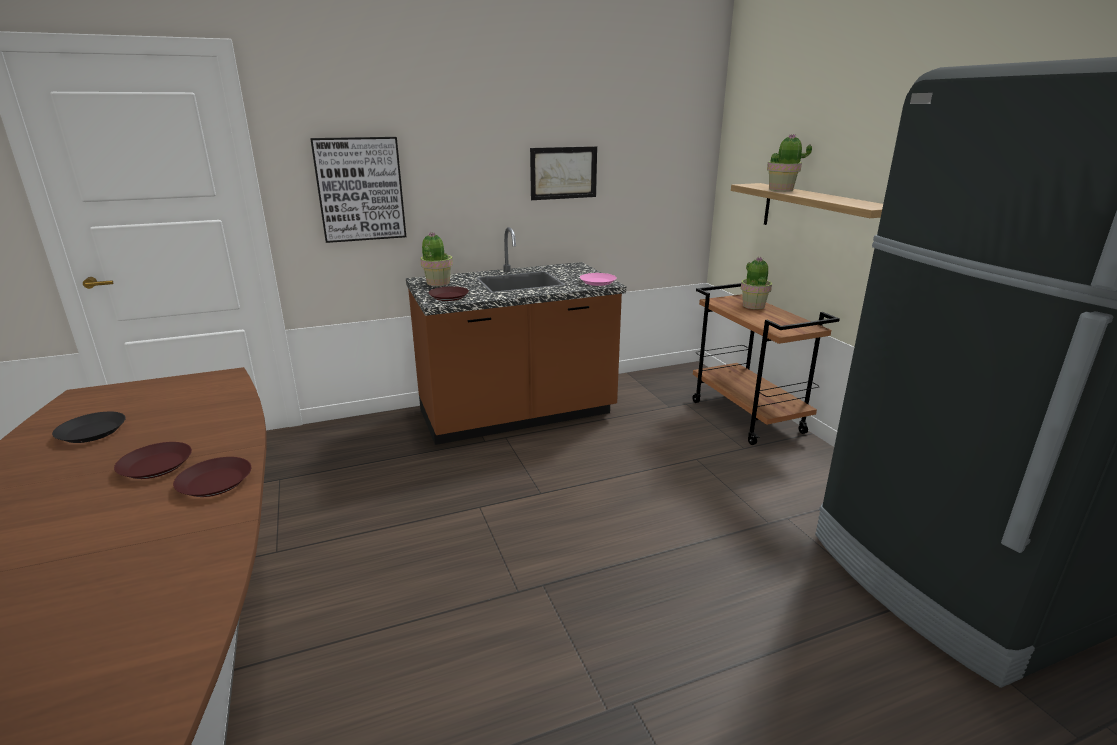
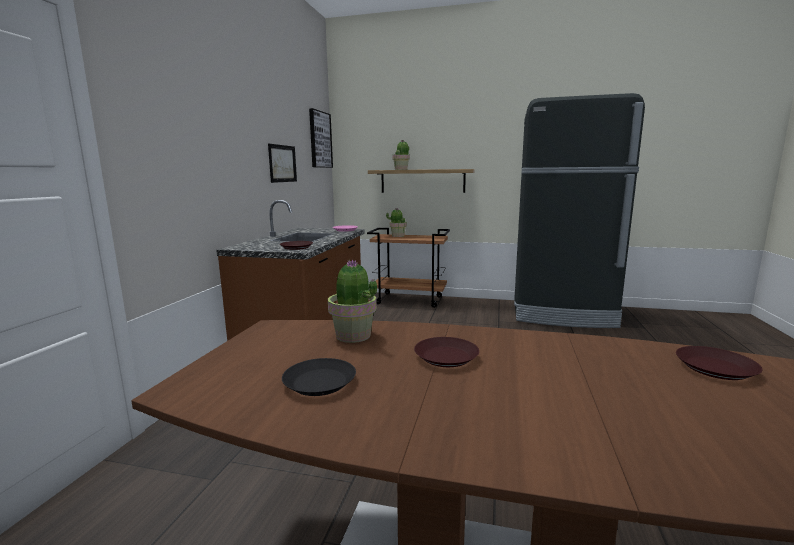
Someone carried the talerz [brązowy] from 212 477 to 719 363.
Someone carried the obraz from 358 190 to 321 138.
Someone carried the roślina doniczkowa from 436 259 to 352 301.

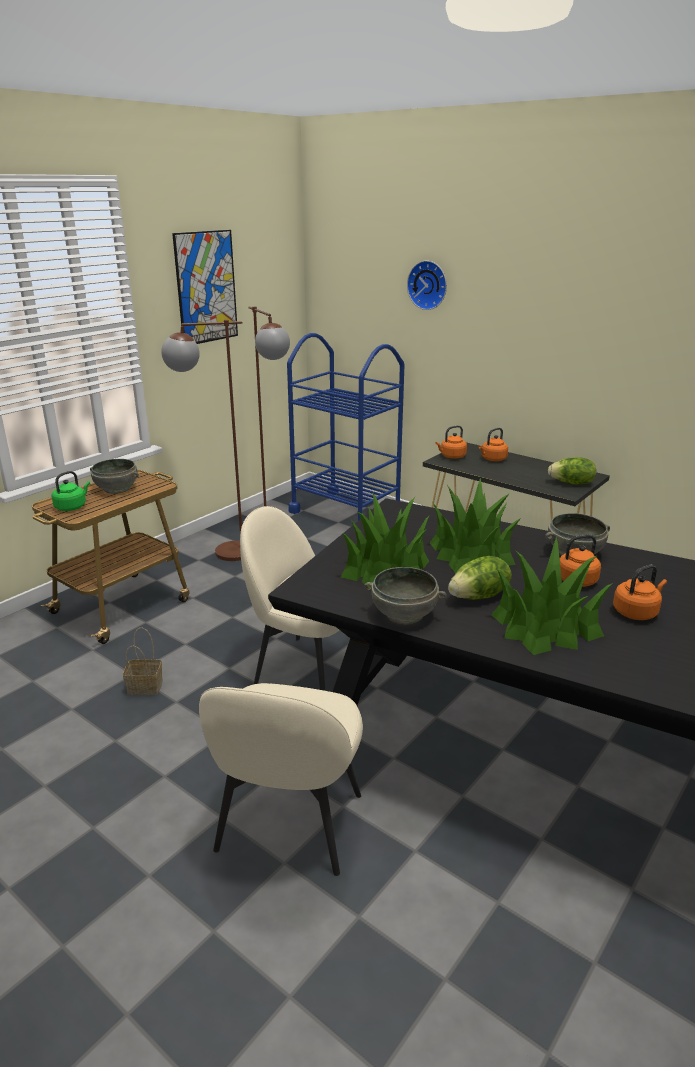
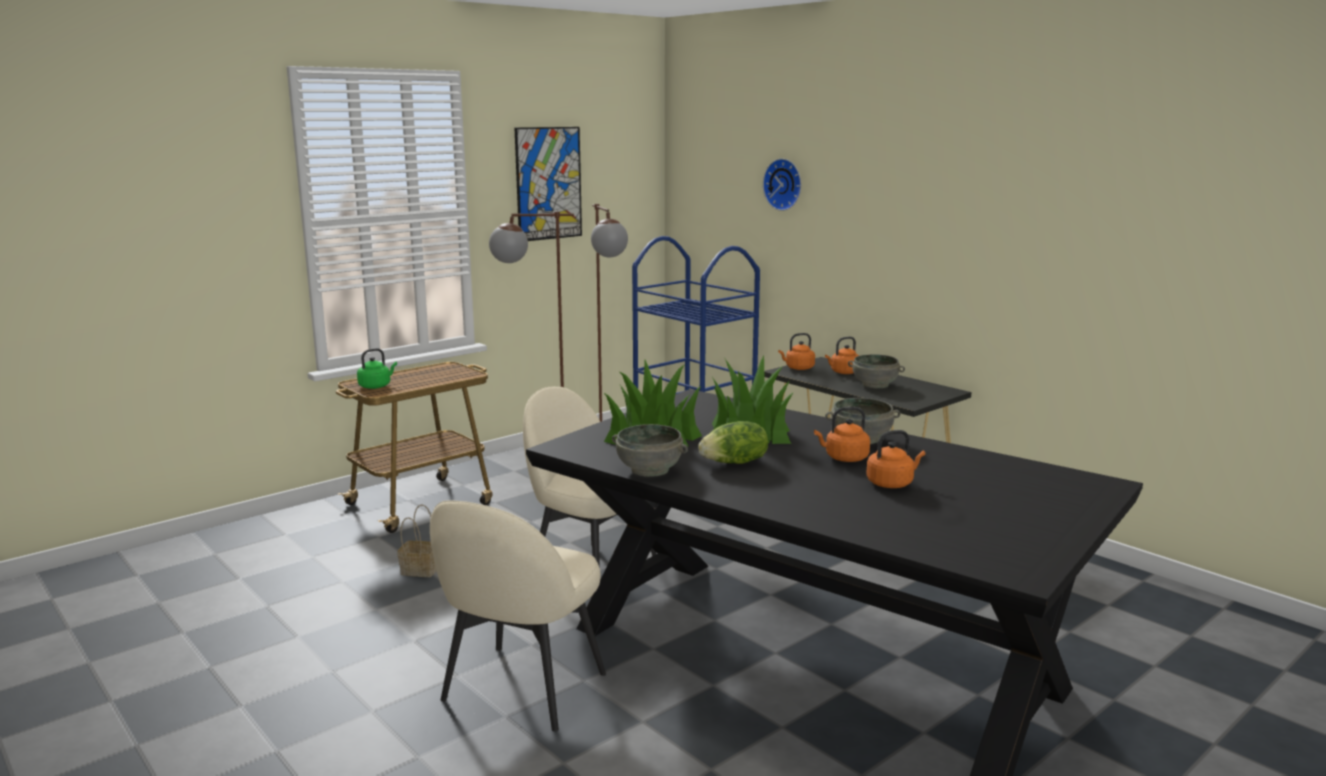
Someone took away the roślina doniczkowa at 552 595.
Someone took away the sałata at 572 471.
Someone carried the miska [szary] from 114 476 to 876 371.

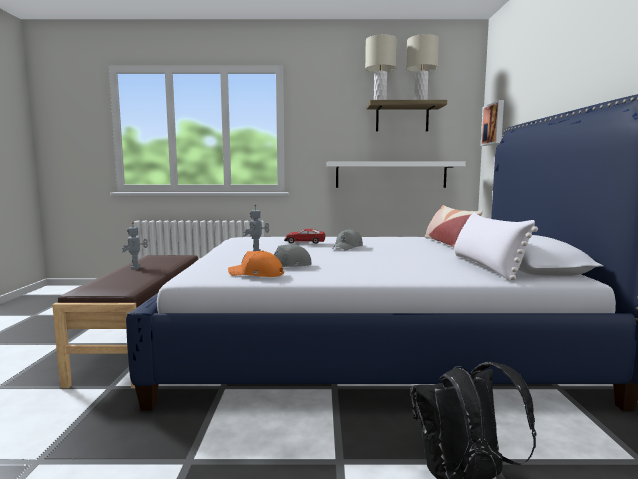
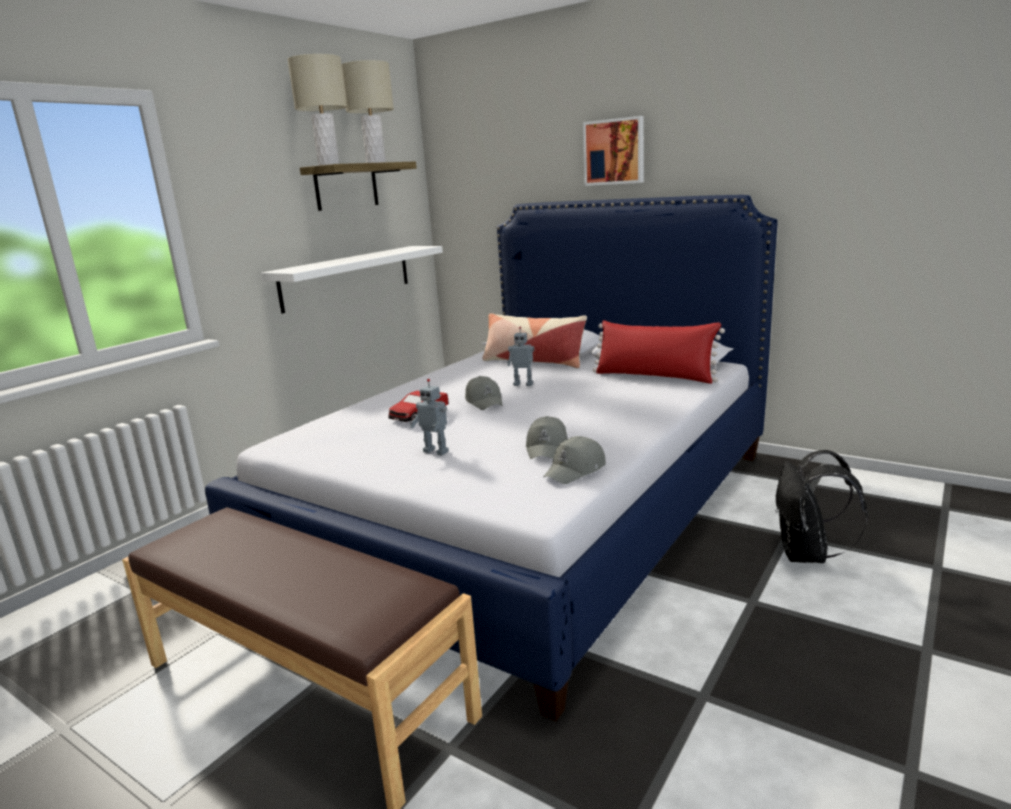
Someone carried the robot zabawkowy from 135 245 to 520 356.
Someone carried the obraz from 492 123 to 613 151.
Someone repainted the czapka z daszkiem [pomarańczowy] at 256 263, which became the czapka z daszkiem [szary] at 574 460.
Someone repainted the poduszka [biały] at 496 246, which became the poduszka [czerwony] at 658 352.

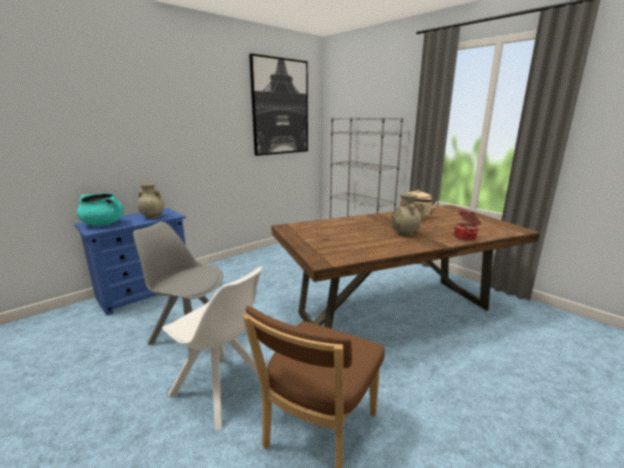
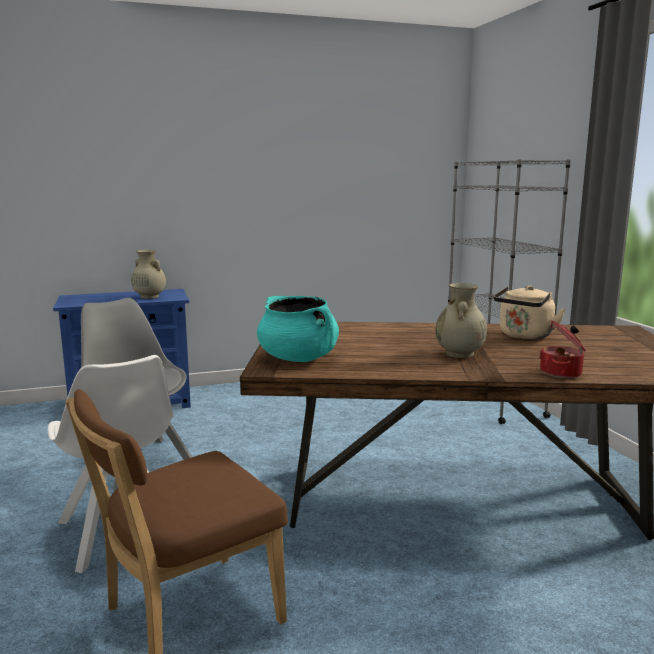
Someone took away the obraz at 278 105.
Someone carried the garnek [turkusowy] from 100 209 to 298 329.

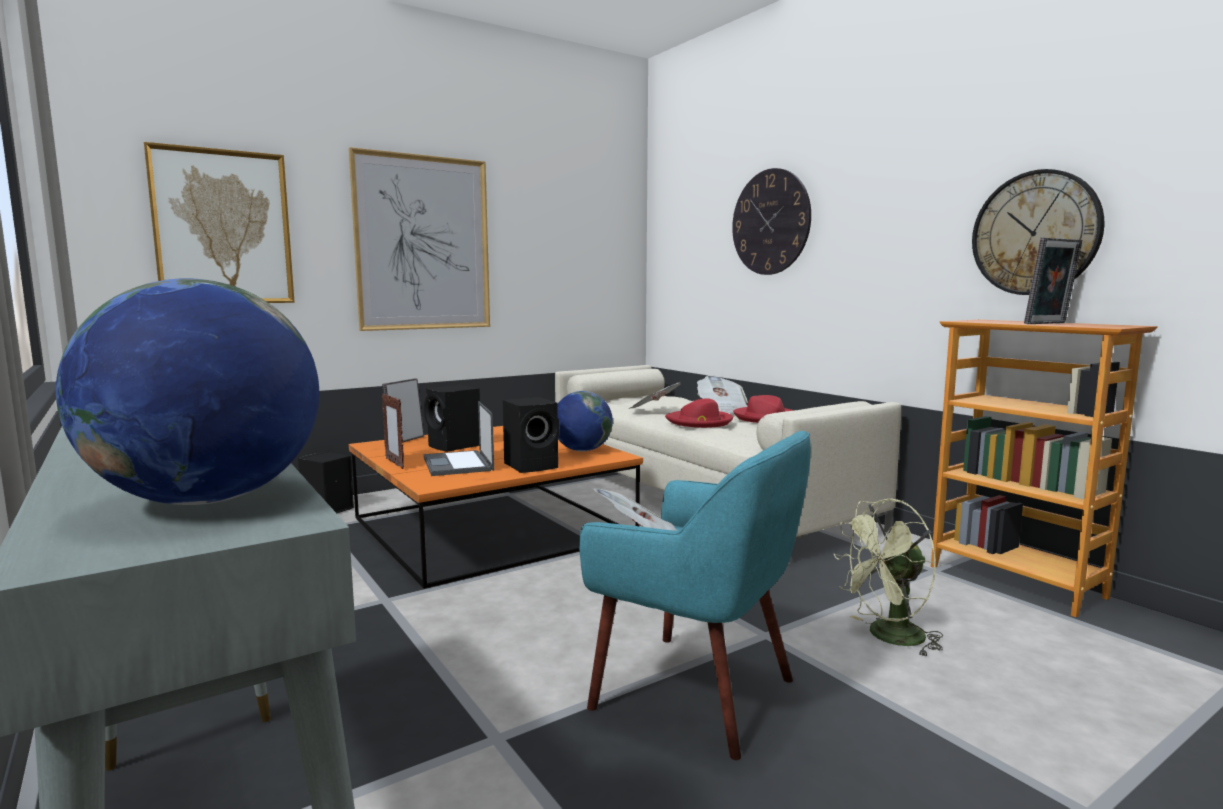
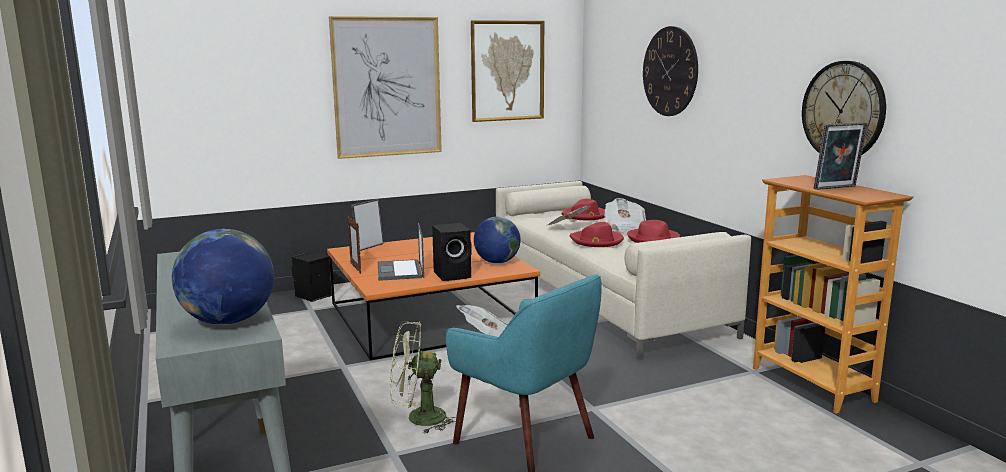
Someone took away the głośnik [czarny] at 452 418.
Someone put down the kapelusz [czerwony] at 583 209.
Someone carried the obraz from 219 222 to 507 71.
Someone carried the wentylator [zielony] from 888 578 to 423 377.

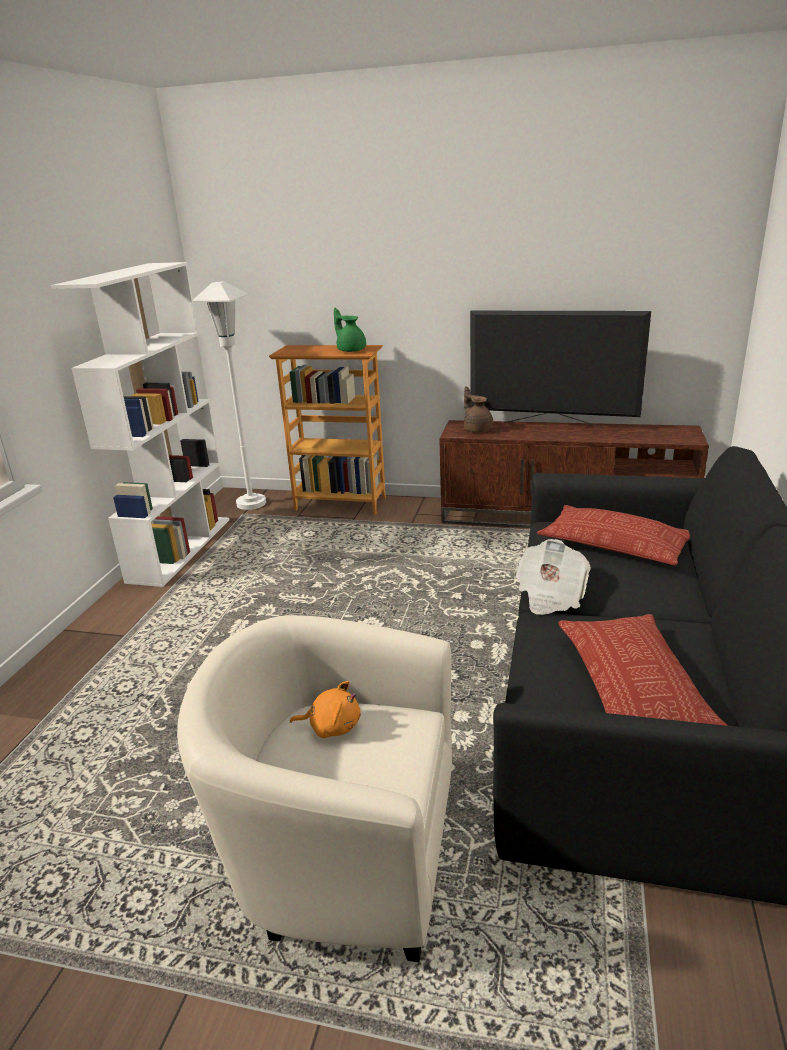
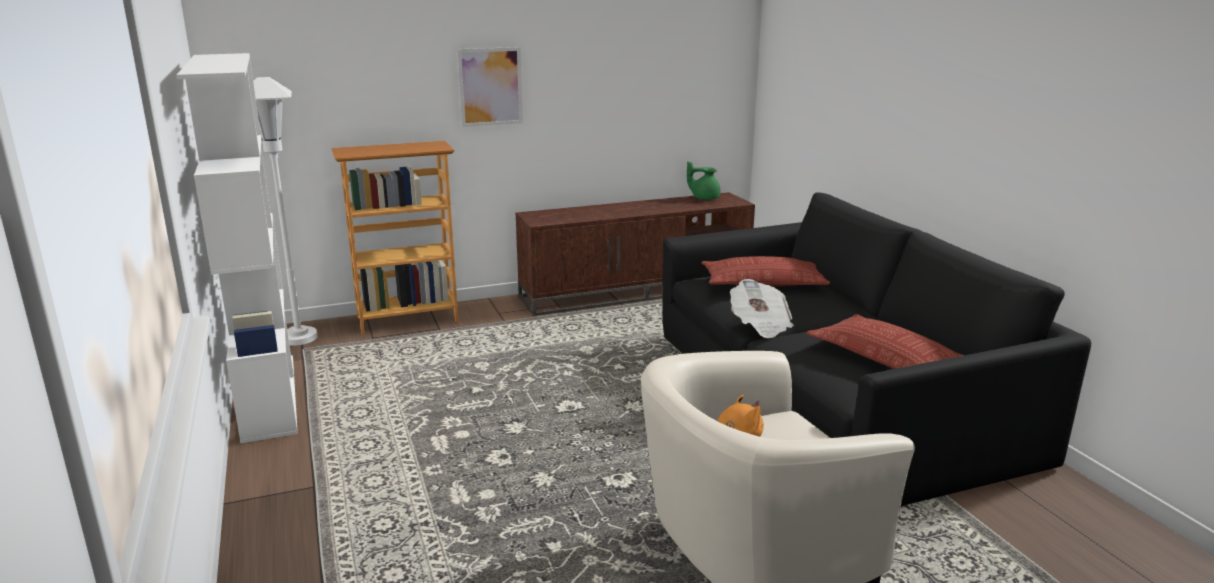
Someone took away the imbryk [brązowy] at 478 409.
Someone took away the telewizor at 560 369.
Someone put up the obraz at 490 87.
Someone carried the imbryk [zielony] from 350 330 to 704 180.

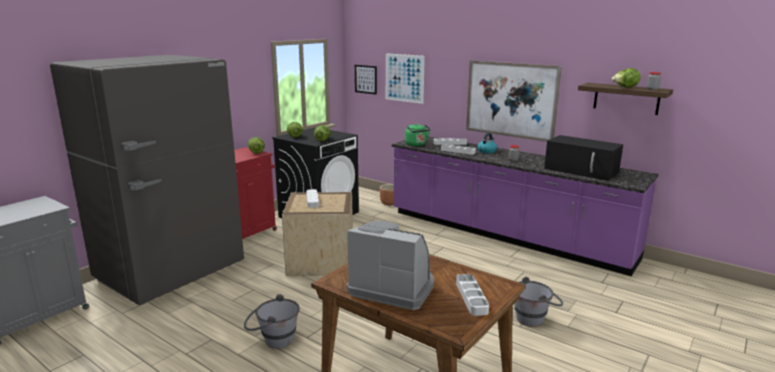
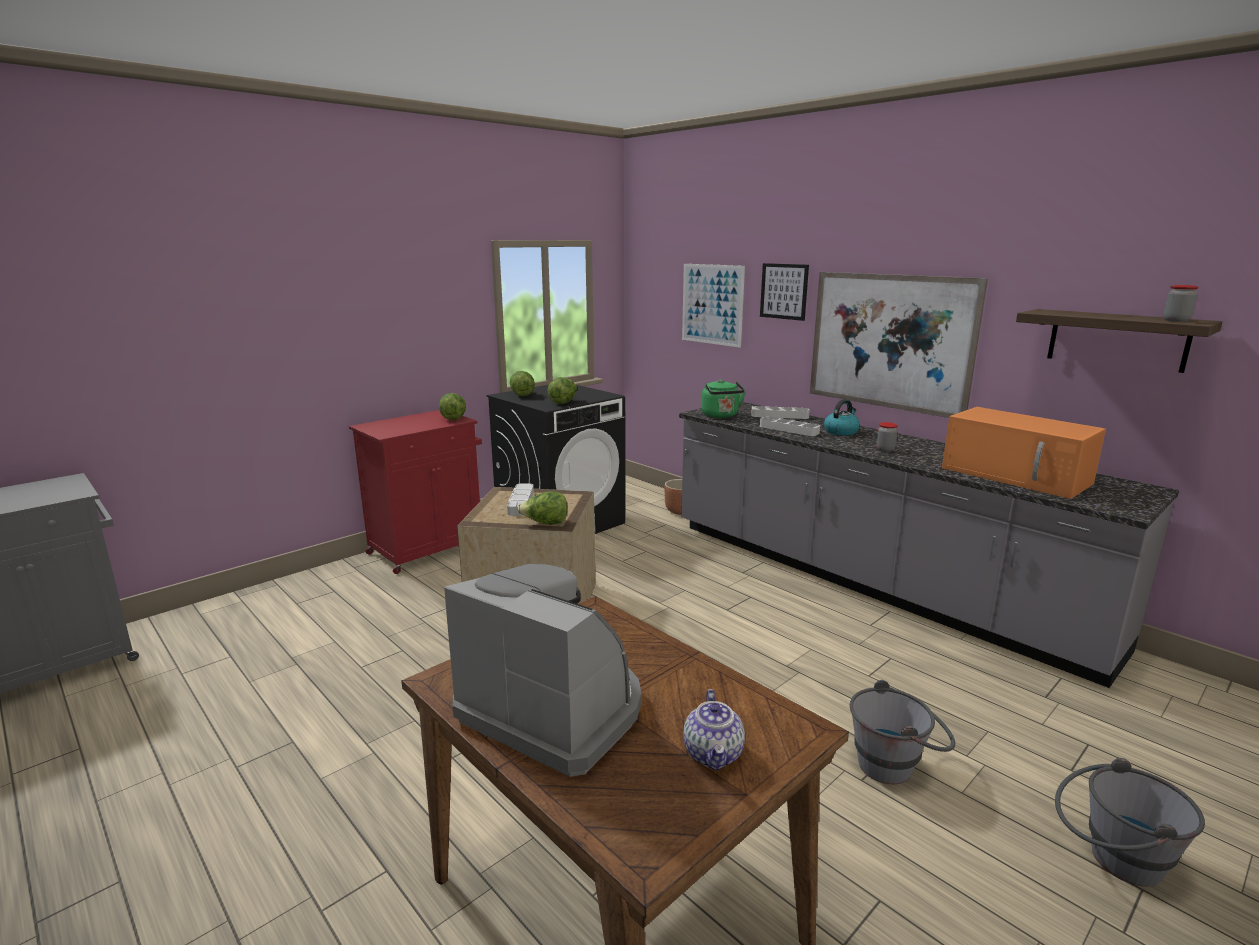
Someone took away the lodówka [szary] at 147 180.
Someone carried the wiadro [szary] from 272 321 to 1130 822.
Someone carried the obraz from 366 80 to 784 292.
Someone carried the sałata from 626 78 to 542 508.
Someone swapped the taca [szary] at 472 295 for the imbryk at 714 730.
Someone repainted the zabudowa kuchenna [fioletowy] at 525 206, which became the zabudowa kuchenna [szary] at 929 545.
Someone repainted the mikrofalówka [czarny] at 583 158, which became the mikrofalówka [pomarańczowy] at 1024 453.

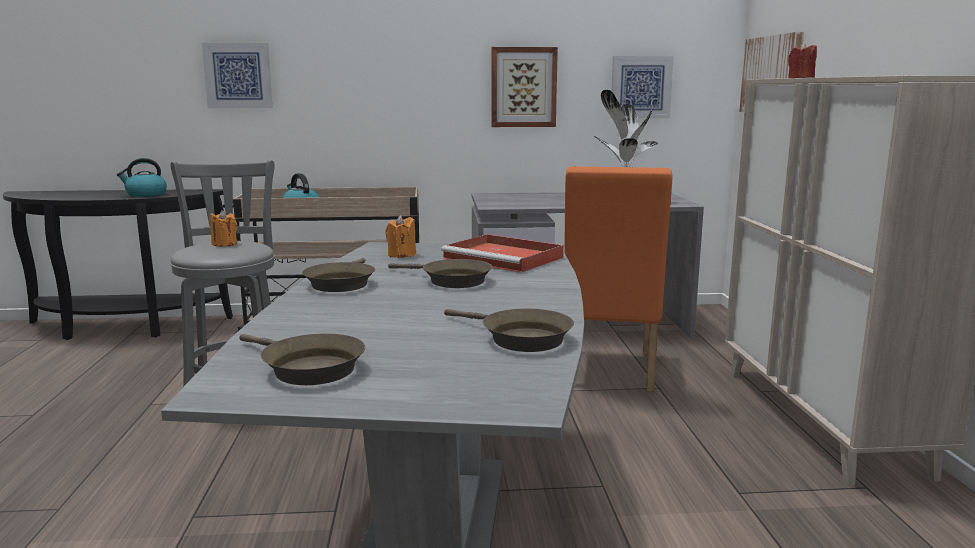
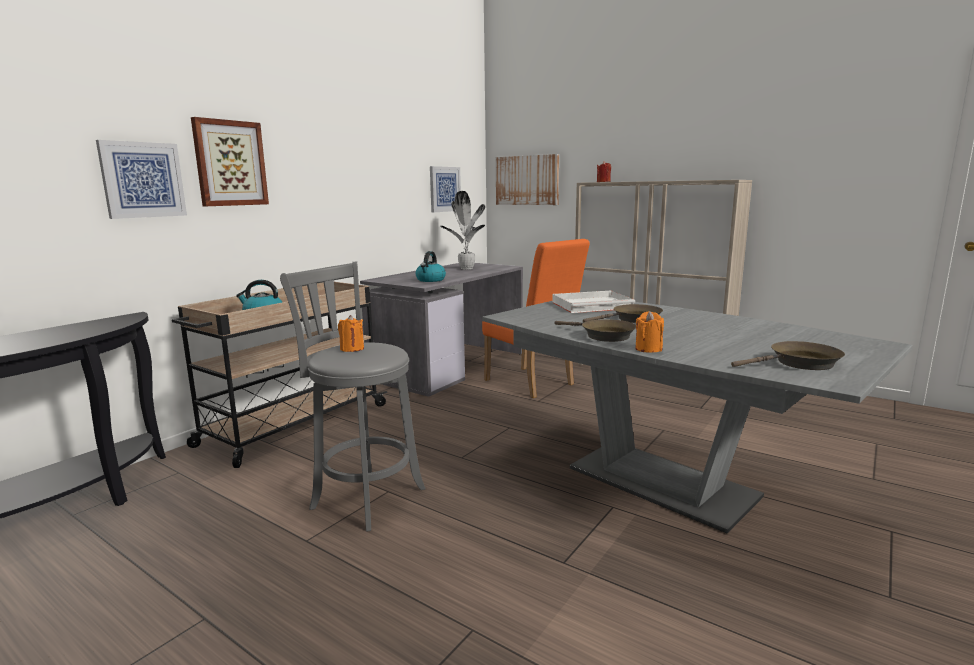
Someone took away the patelnia [brązowy] at 509 330.
Someone carried the czajnik from 142 177 to 431 266.
Someone carried the świeca [pomarańczowy] from 400 236 to 649 332.
Someone carried the obraz from 525 87 to 230 161.
Someone repainted the taca [czerwony] at 502 253, which became the taca [biały] at 593 302.

